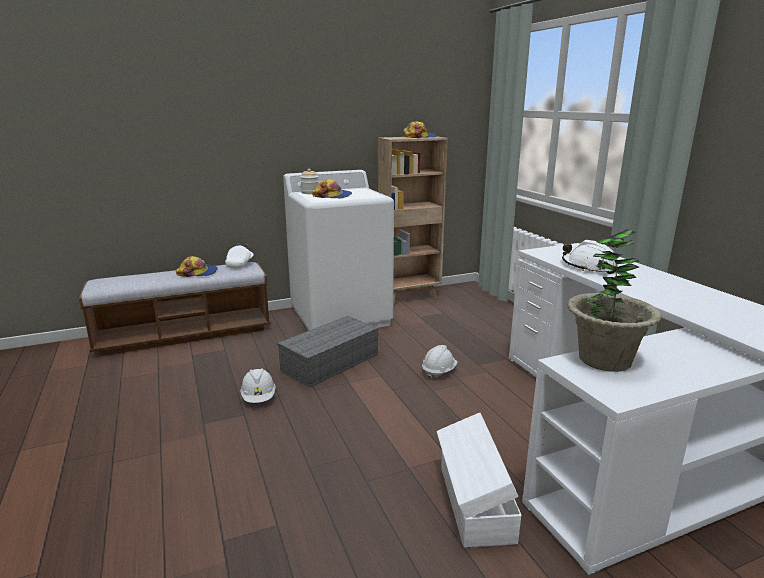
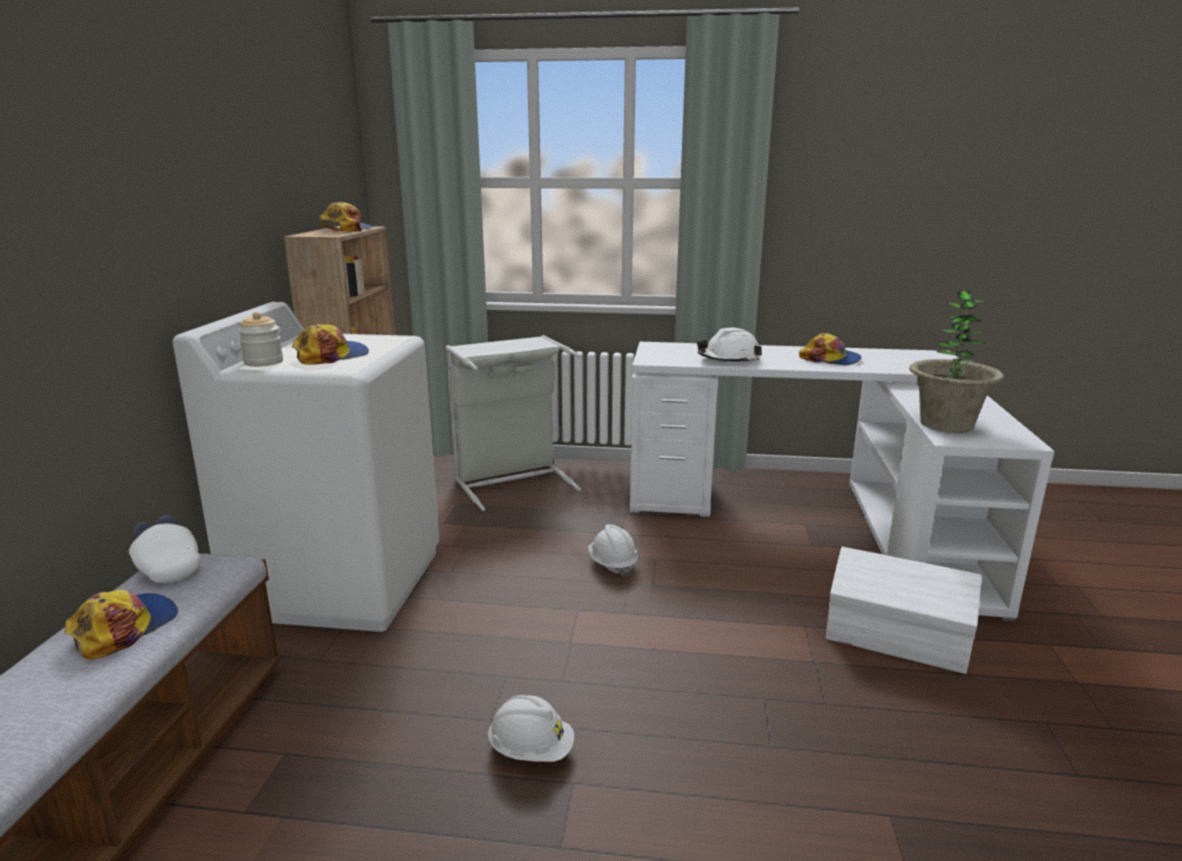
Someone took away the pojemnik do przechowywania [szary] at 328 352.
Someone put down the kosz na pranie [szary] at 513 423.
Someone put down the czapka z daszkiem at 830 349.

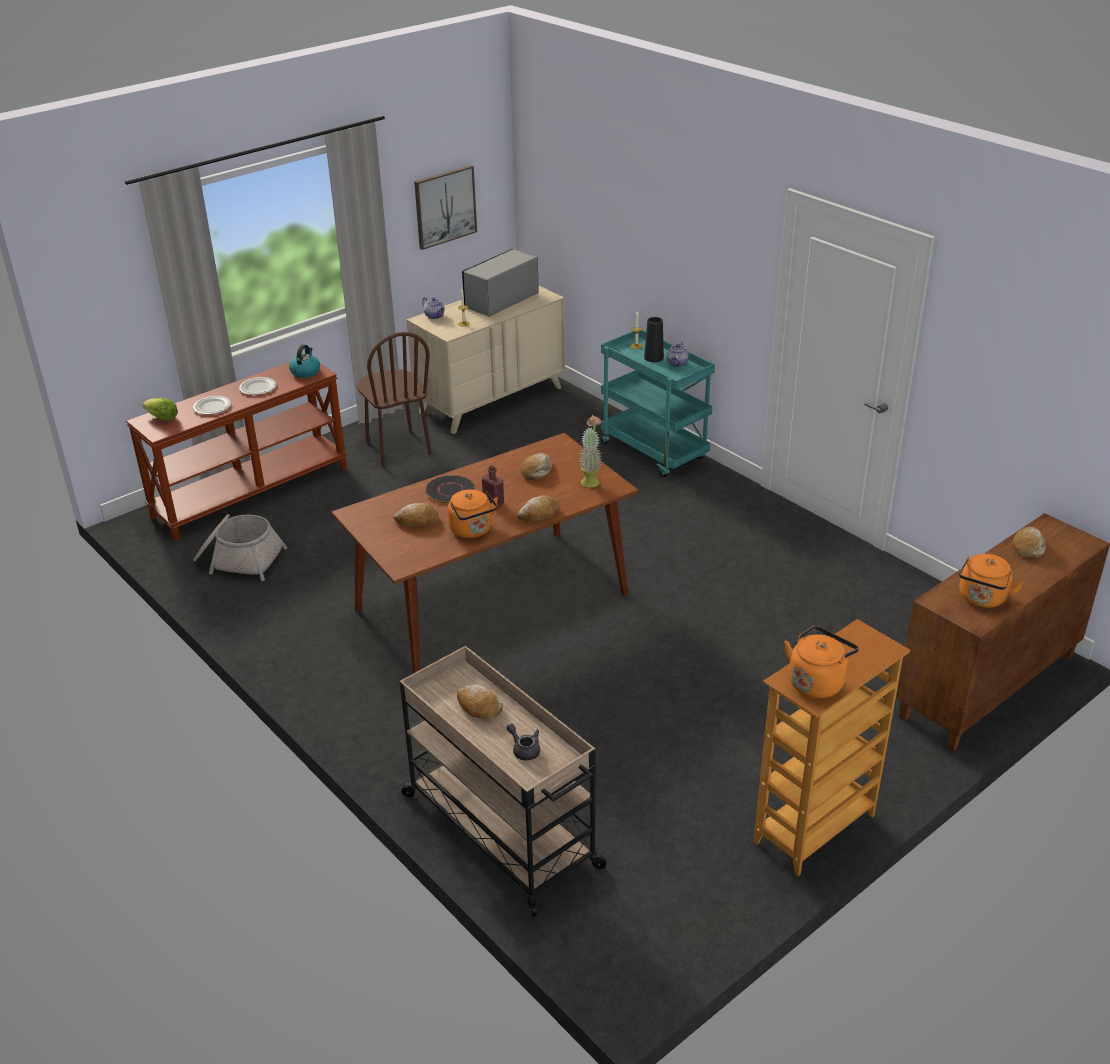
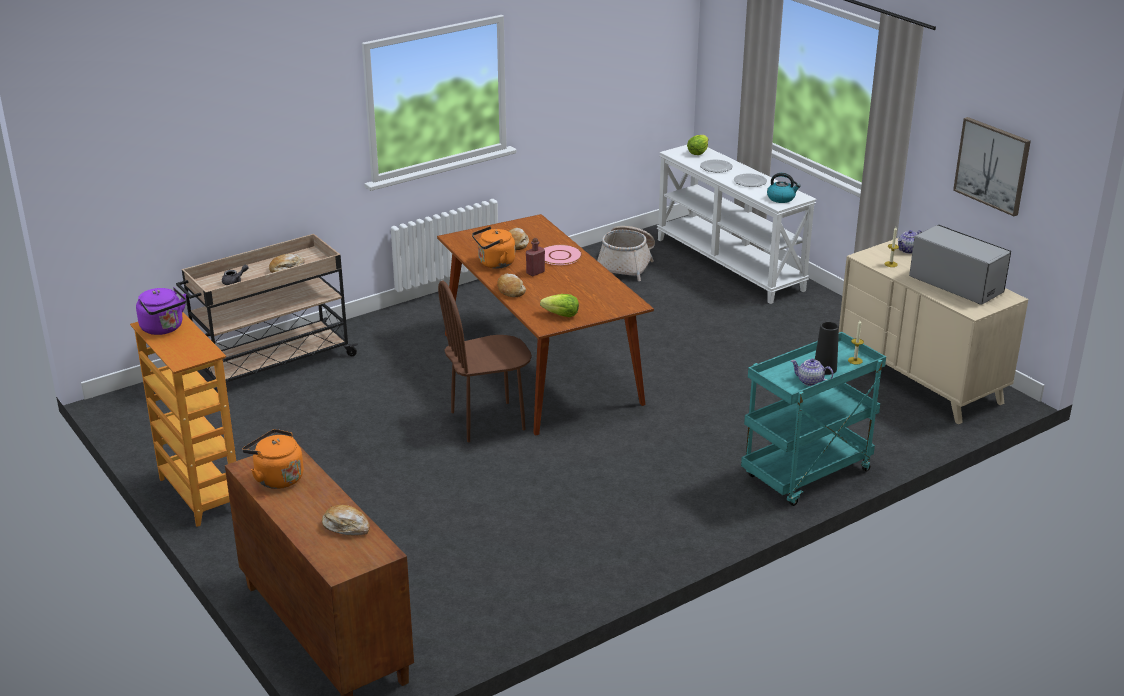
Someone took away the chleb at 536 466.
Someone carried the krzesło [brązowy] from 394 399 to 485 361.
Someone swapped the roślina doniczkowa at 590 451 for the sałata at 559 305.
Someone repainted the stolik konsolowy [brązowy] at 236 451, which became the stolik konsolowy [biały] at 737 224.
Someone repainted the talerz [czarny] at 449 489, which became the talerz [różowy] at 563 255.
Someone repainted the czajnik [pomarańczowy] at 821 662, which became the czajnik [fioletowy] at 161 311.

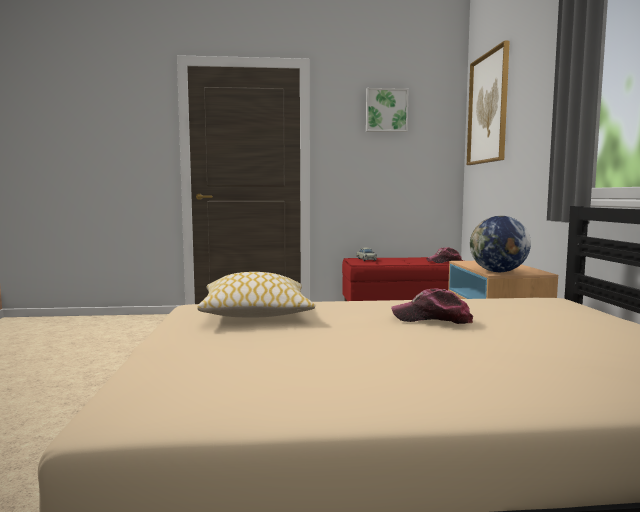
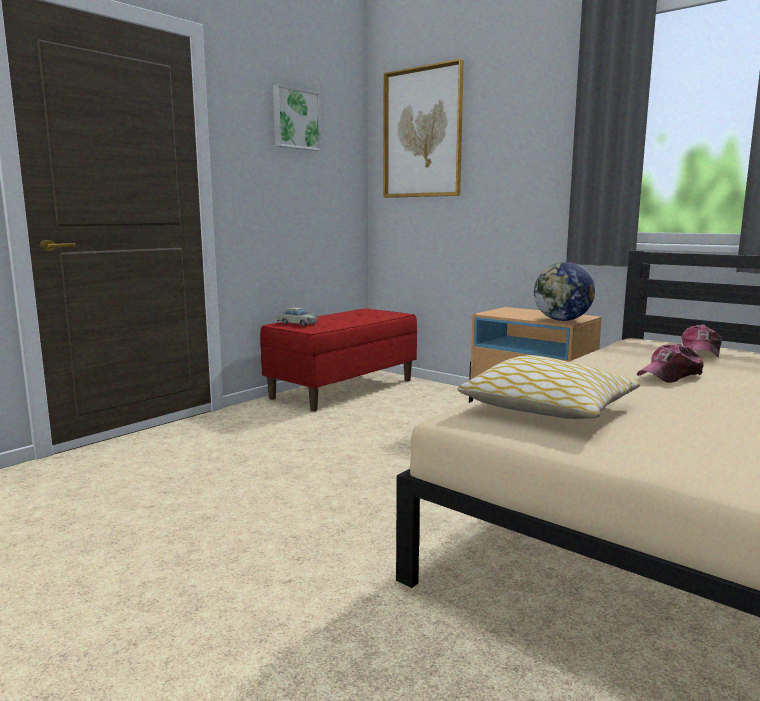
Someone carried the czapka z daszkiem from 444 255 to 701 341.

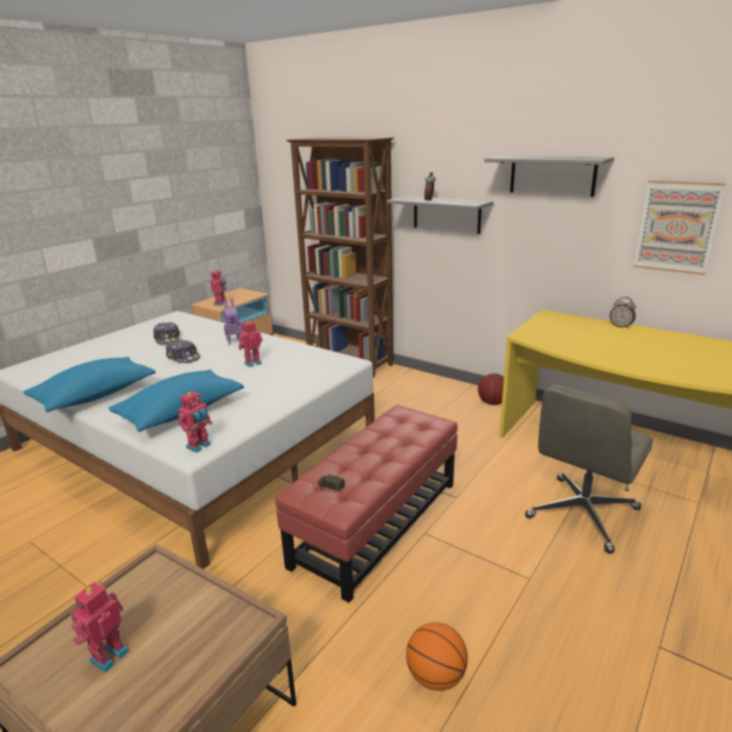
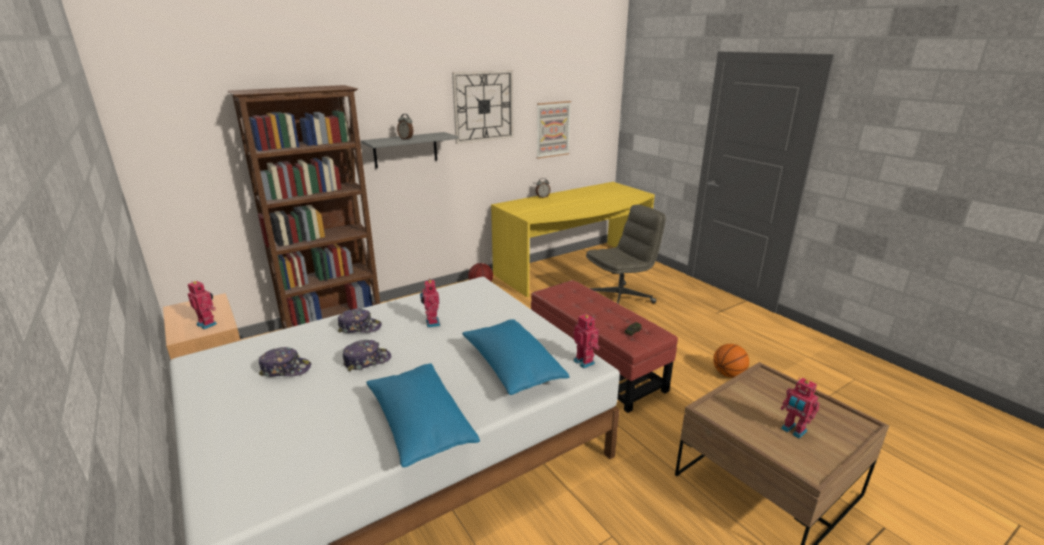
Someone swapped the robot zabawkowy at 232 322 for the czapka z daszkiem at 360 321.
Someone swapped the półka [szary] at 549 176 for the zegar ścienny at 482 107.
Someone rotated the krzesło biurowe [szary] at 589 469 by 90 degrees counterclockwise.

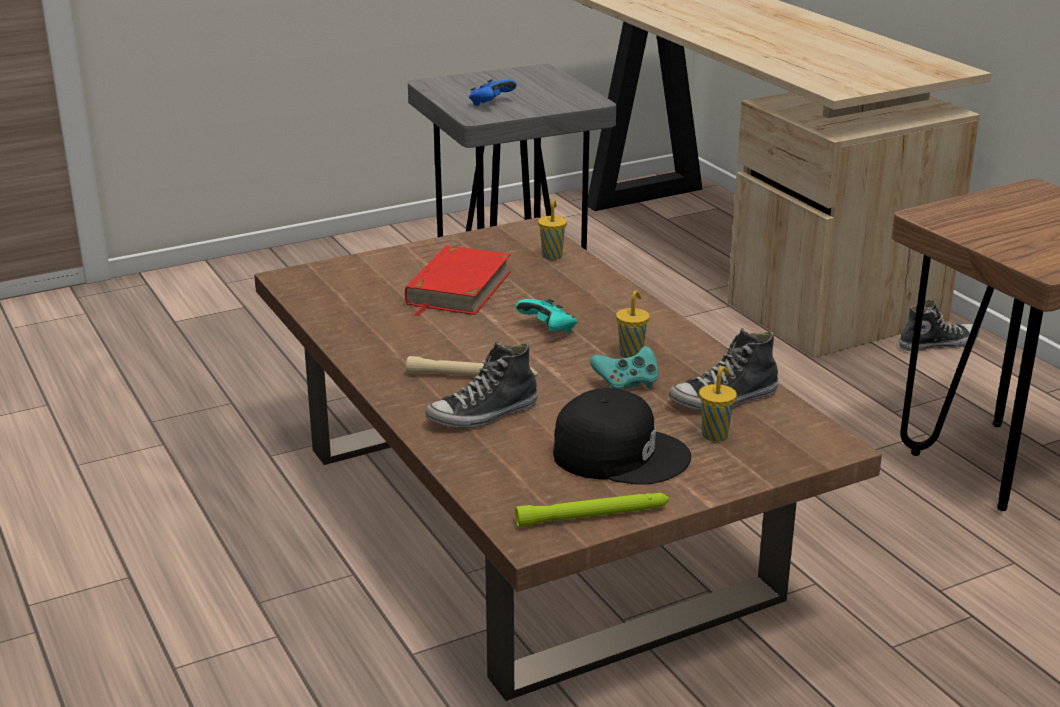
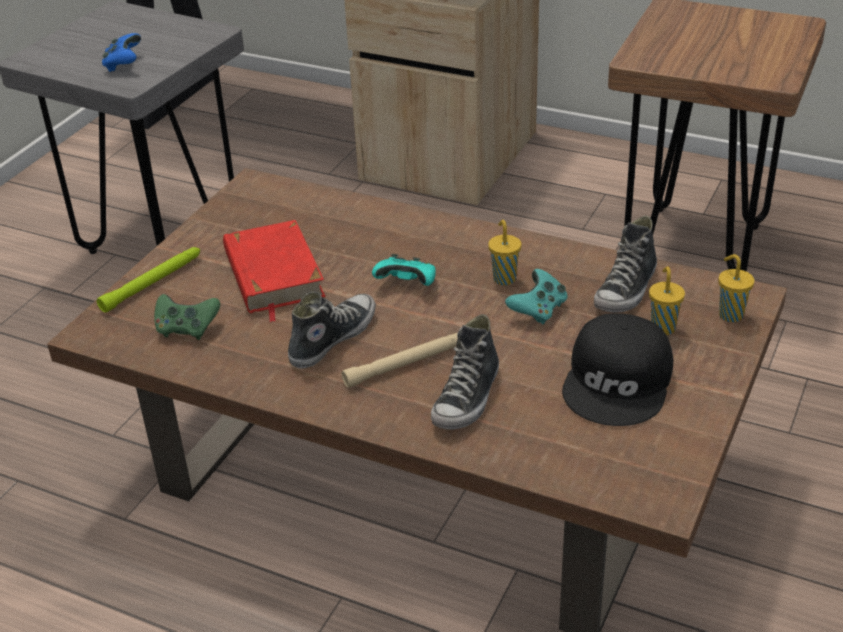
Someone put down the pad do gier [zielony] at 187 317.
Someone carried the latarka [zielony] from 592 510 to 148 280.
Someone carried the filiżanka [żółty] from 552 229 to 736 288.
Someone carried the but from 939 325 to 332 330.
Someone rotated the czapka z daszkiem [czarny] at 622 436 by 135 degrees clockwise.

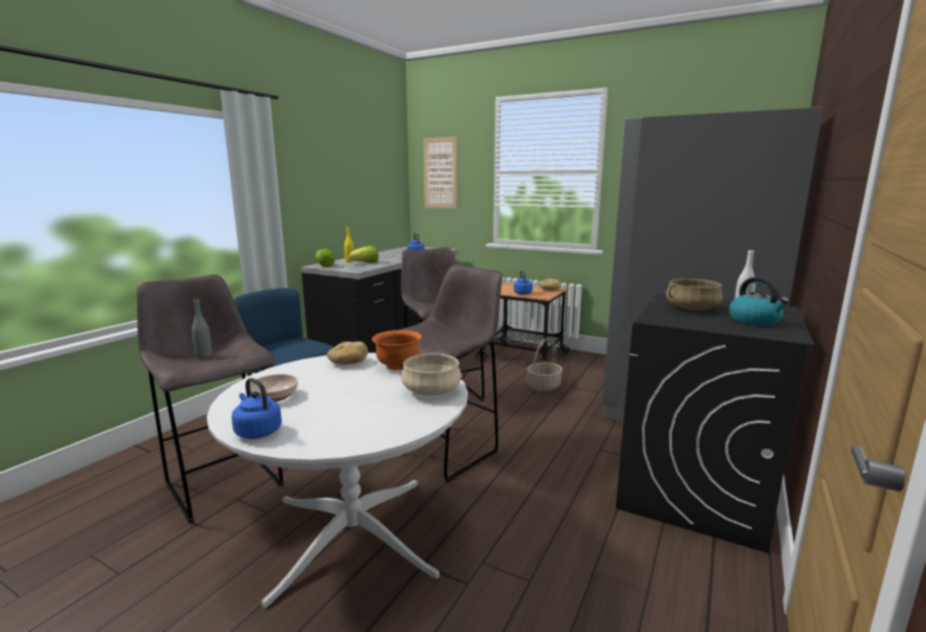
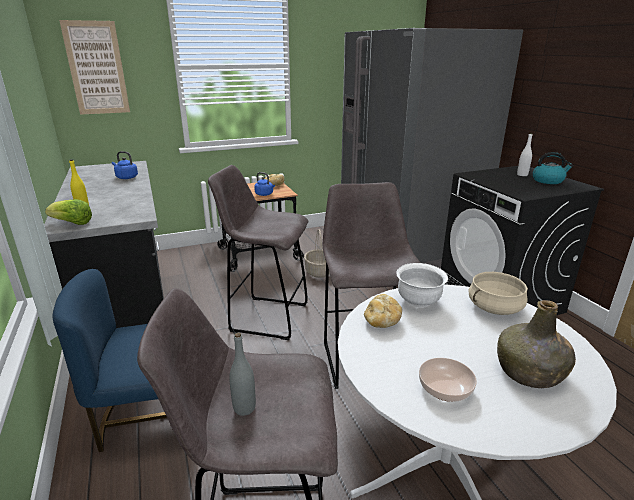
Someone took away the czajnik [niebieski] at 257 408.
Someone took away the sałata at 364 254.
Someone took away the garnek [beżowy] at 694 294.
Someone put down the butelka [zielony] at 536 344.
Someone repainted the miska [pomarańczowy] at 397 350, which became the miska [biały] at 422 285.

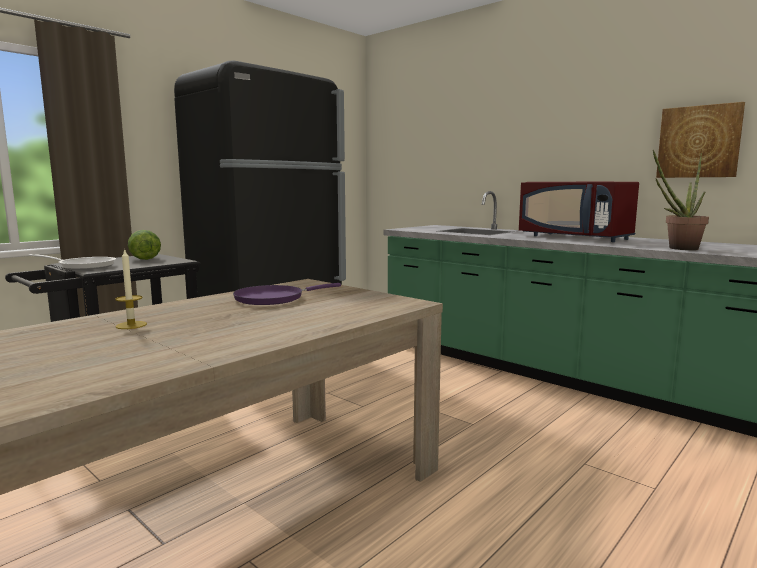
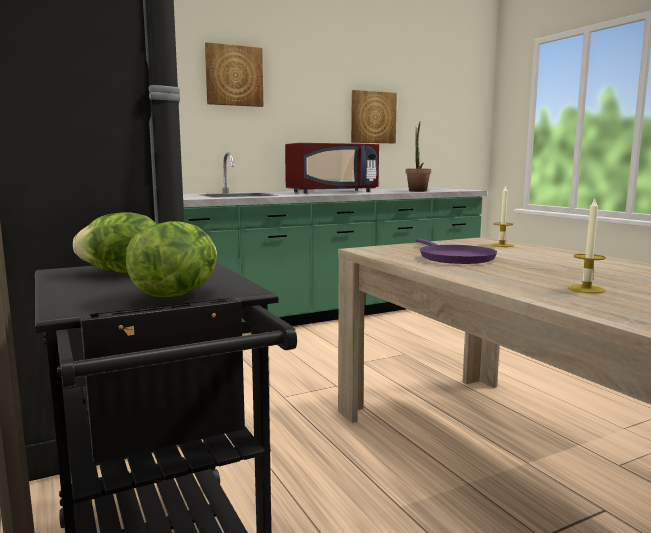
Someone put up the obraz at 234 74.
Someone put down the świeca at 502 216.
Someone swapped the patelnia at 72 262 for the sałata at 171 259.

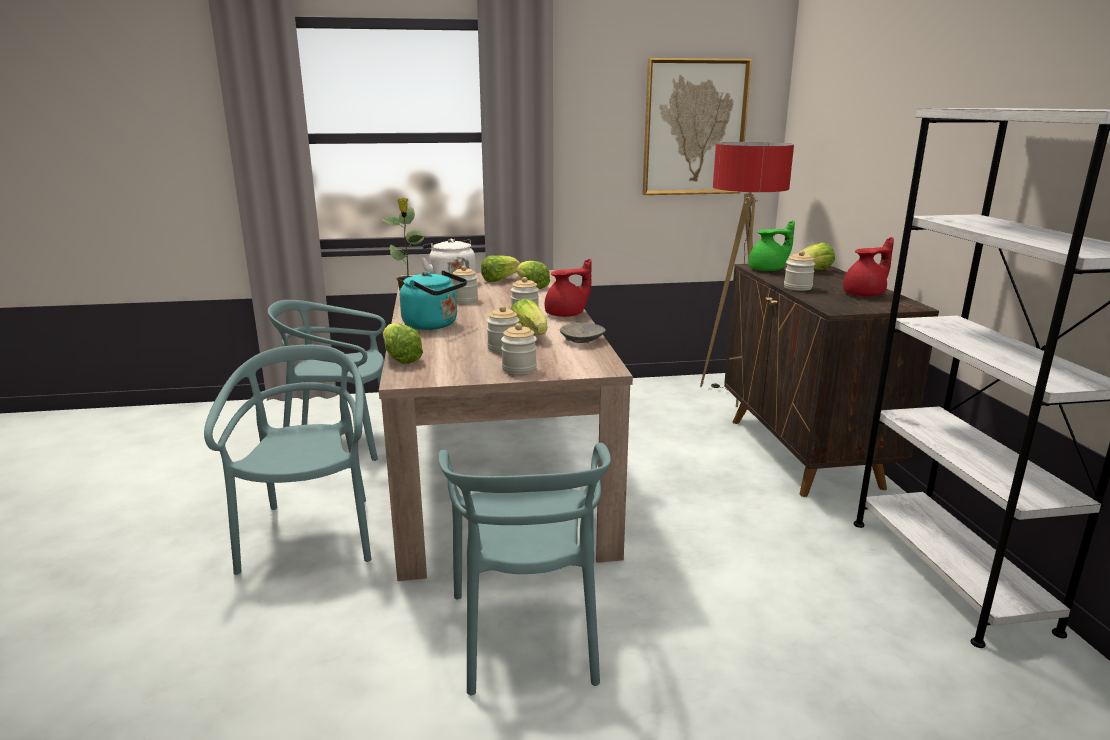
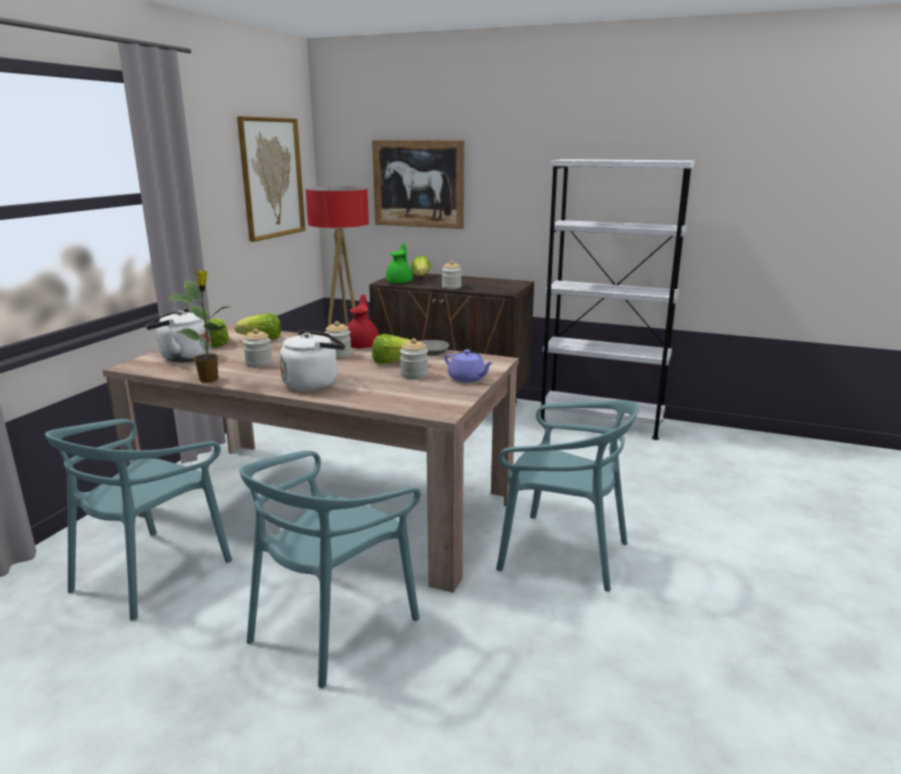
Someone took away the sałata at 403 343.
Someone took away the imbryk [czerwony] at 868 266.
Someone put up the obraz at 418 184.
Someone swapped the słoik at 519 349 for the imbryk [fioletowy] at 468 366.
Someone repainted the czajnik [turkusowy] at 433 300, which became the czajnik [biały] at 312 361.
Someone rotated the krzesło [turkusowy] at 287 460 by 75 degrees counterclockwise.

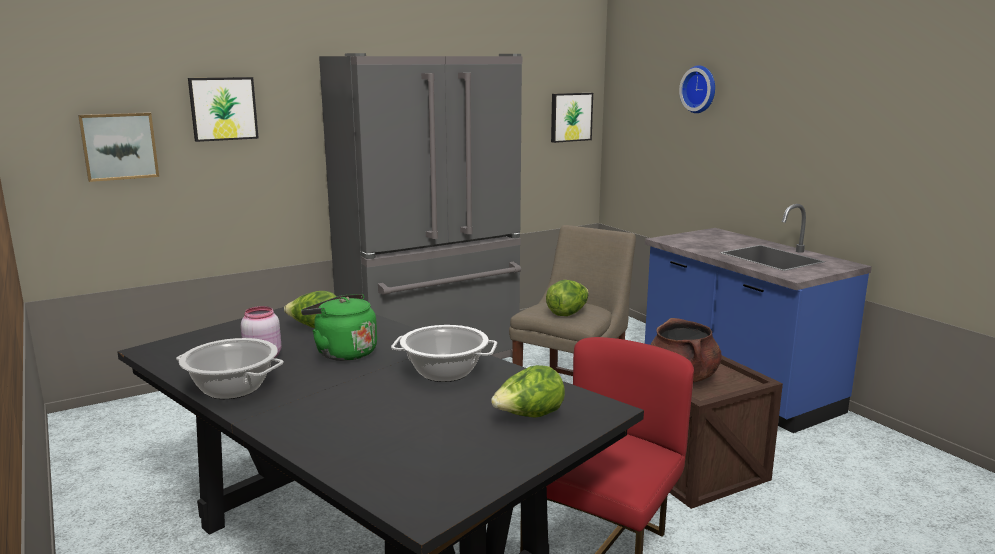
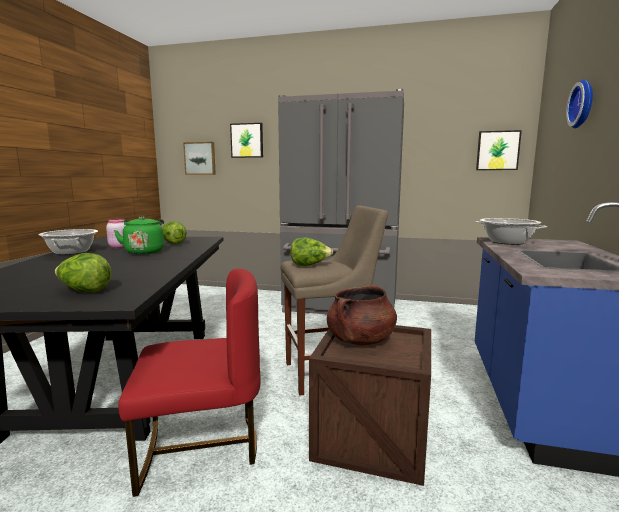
Someone carried the garnek from 444 353 to 511 231.

